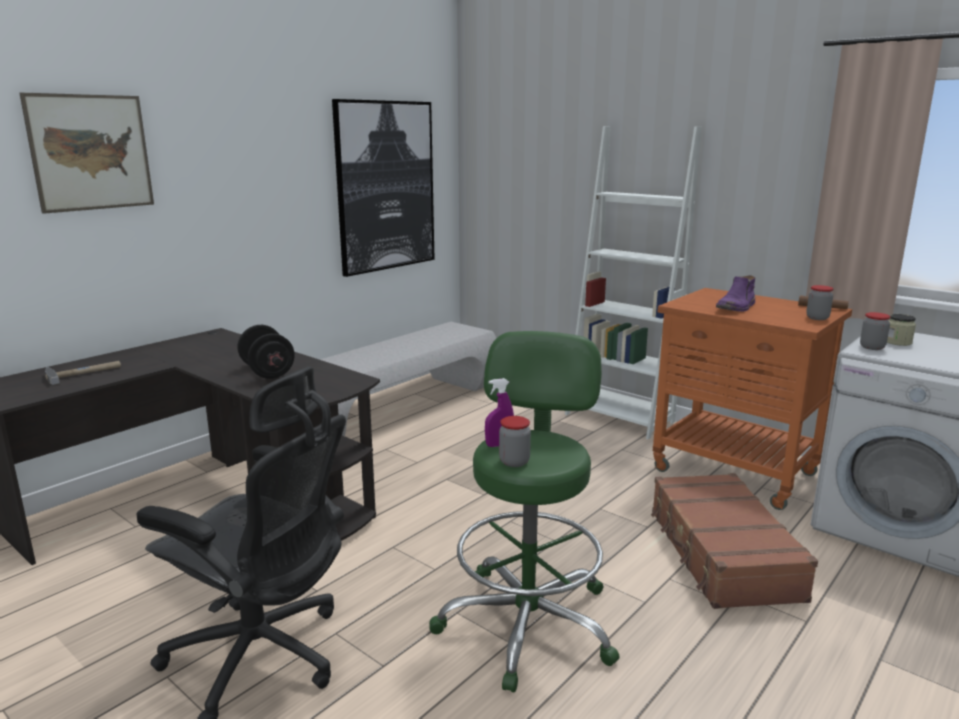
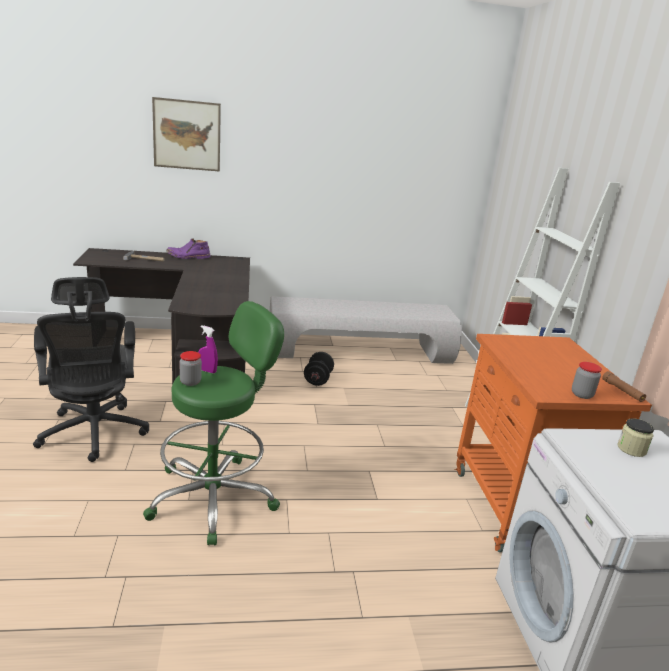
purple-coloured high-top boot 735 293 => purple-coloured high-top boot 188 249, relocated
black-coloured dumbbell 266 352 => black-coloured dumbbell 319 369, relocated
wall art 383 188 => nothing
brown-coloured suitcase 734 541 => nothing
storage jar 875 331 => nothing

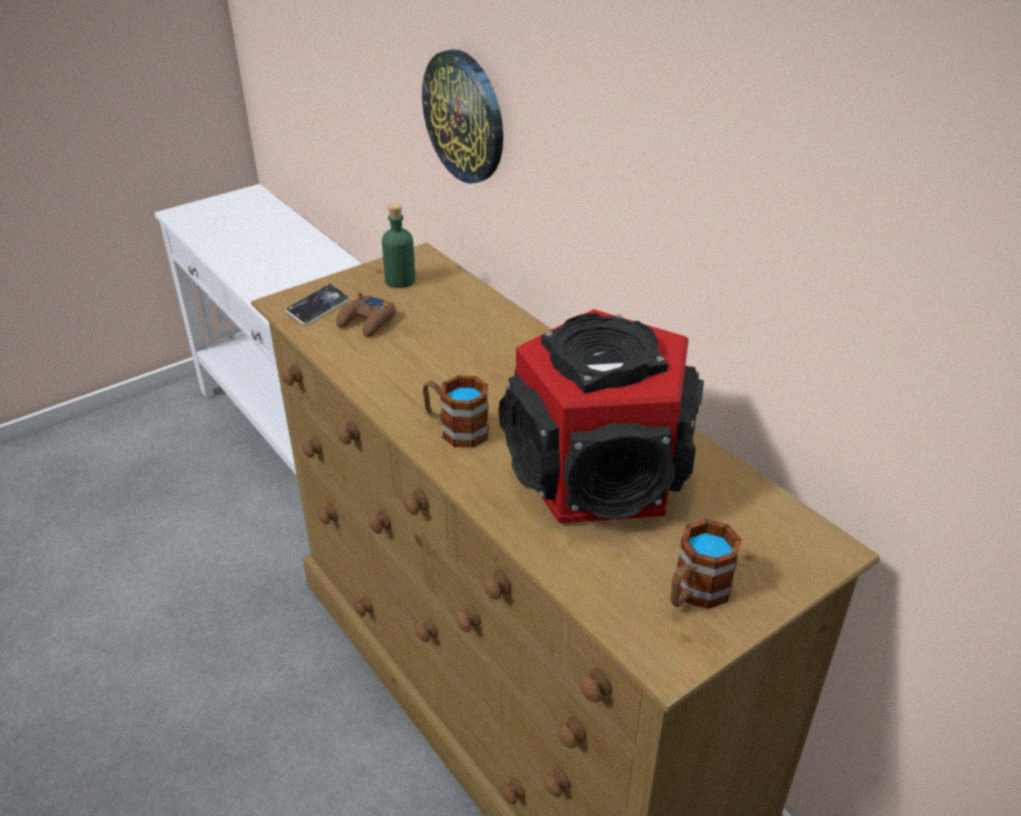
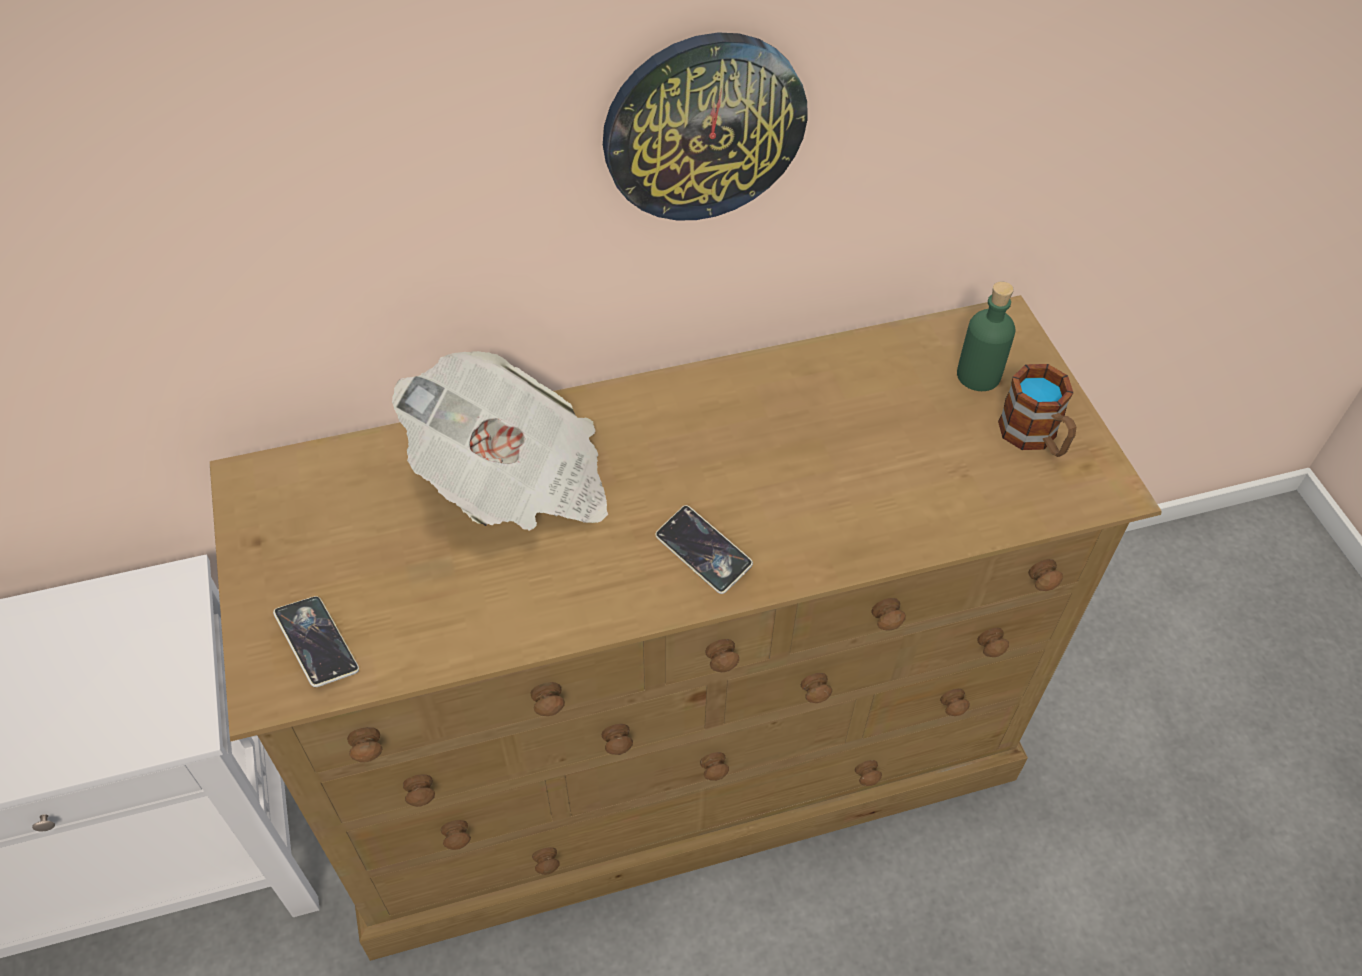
nothing => daily paper 500 441
wall clock 462 116 => wall clock 705 126, relocated
tea mug 456 411 => telephone 704 549
green beverage bottle 398 245 => green beverage bottle 986 336, relocated
brown-coloured gamepad 366 315 => nothing
speaker 601 416 => nothing

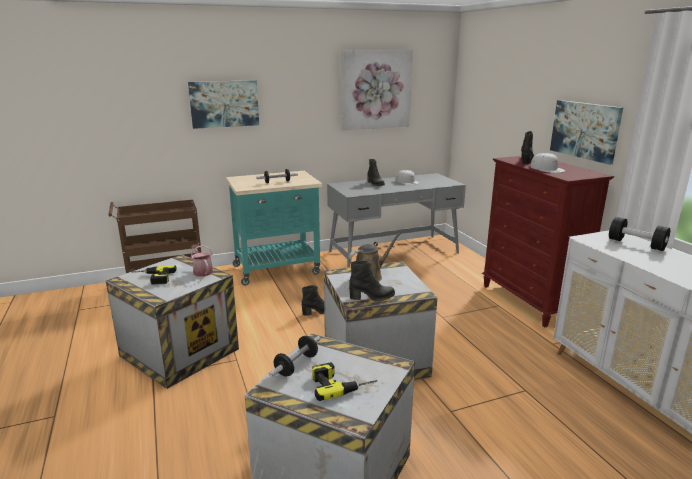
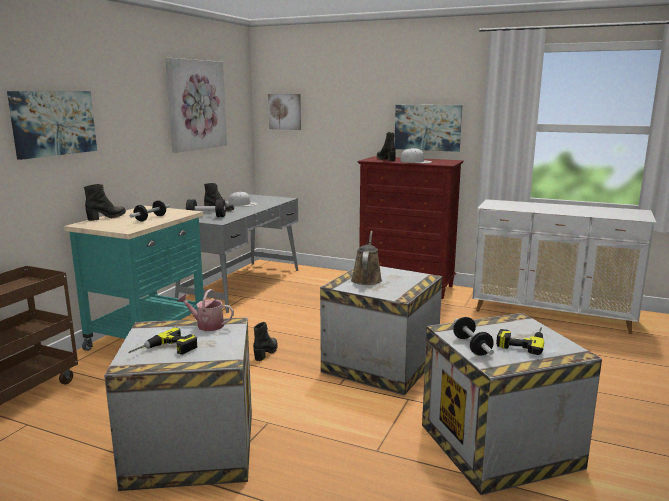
black-coloured high-top boot 372 280 => black-coloured high-top boot 105 202, relocated
black-coloured dumbbell 639 234 => black-coloured dumbbell 206 208, relocated
nothing => wall art 284 112

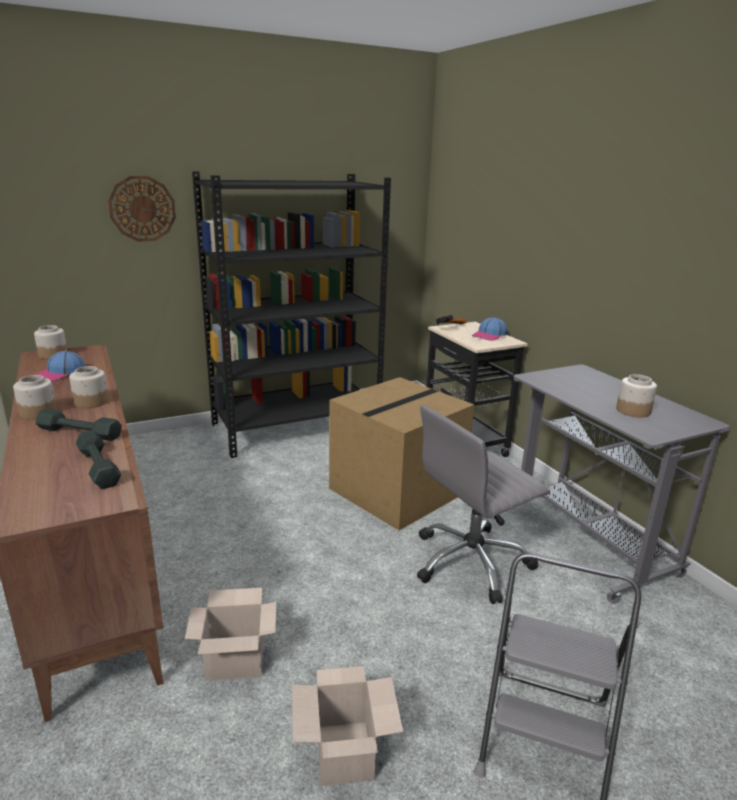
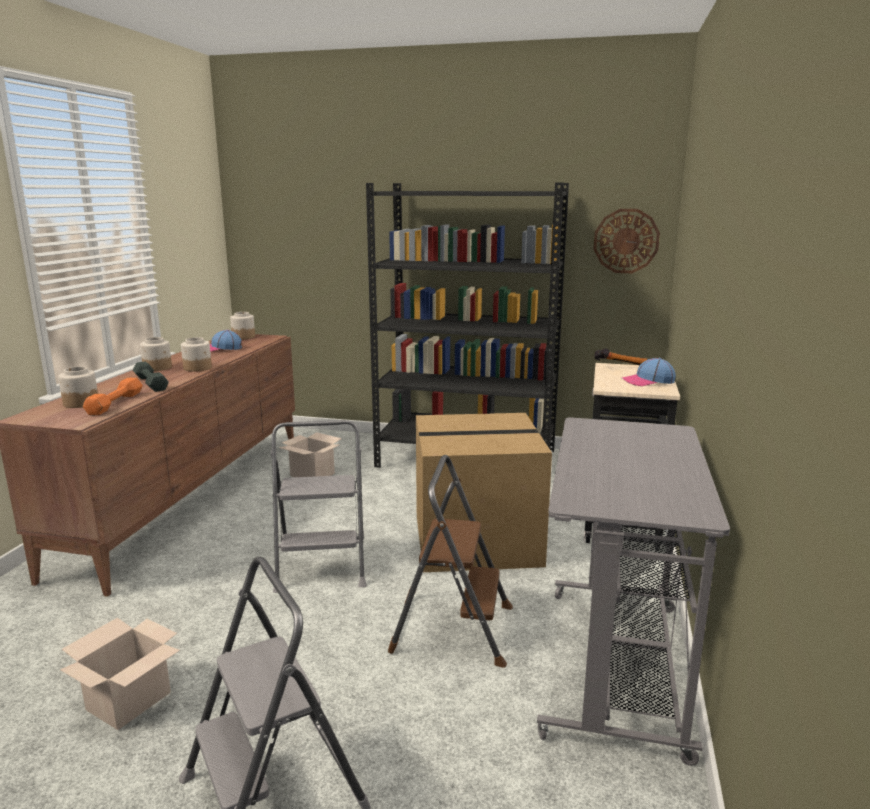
storage jar 636 395 => storage jar 78 387, relocated
grey dumbbell 98 459 => orangey dumbbell 112 396
nothing => grey stepladder 319 506
packing box 230 634 => packing box 310 454, relocated
grey desk chair 483 504 => brown-coloured stepladder 450 561
wall clock 142 208 => wall clock 627 241, relocated

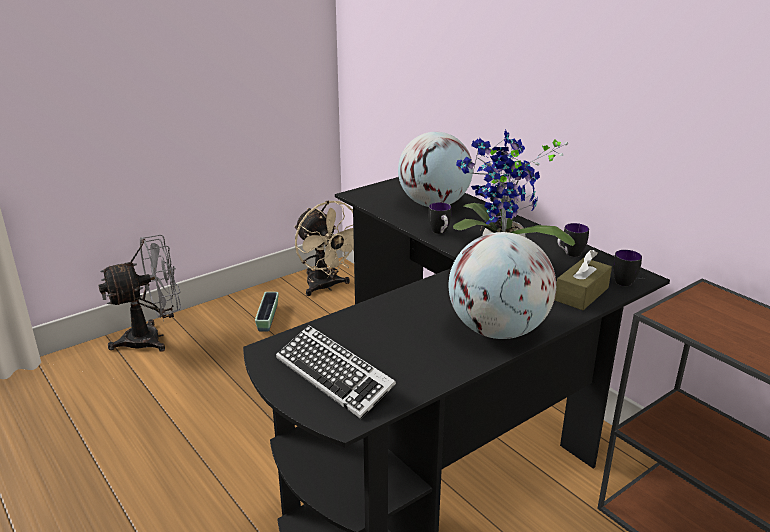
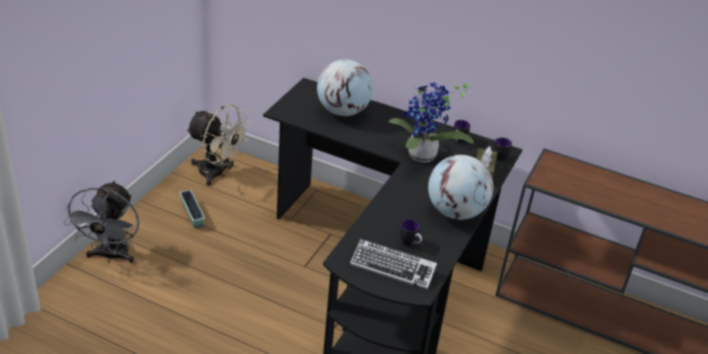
grey electric fan 139 293 => grey electric fan 101 222, 150 degrees clockwise
tea mug 439 218 => tea mug 411 232, relocated

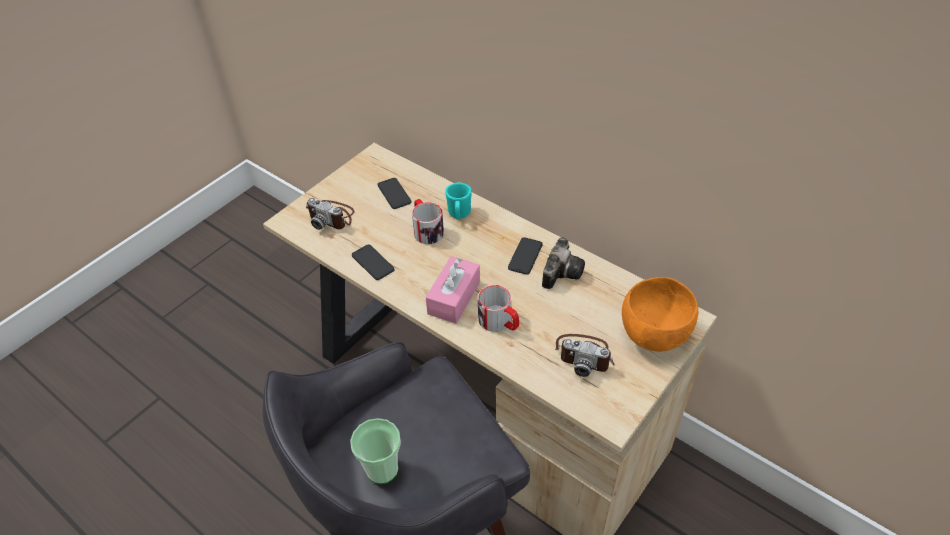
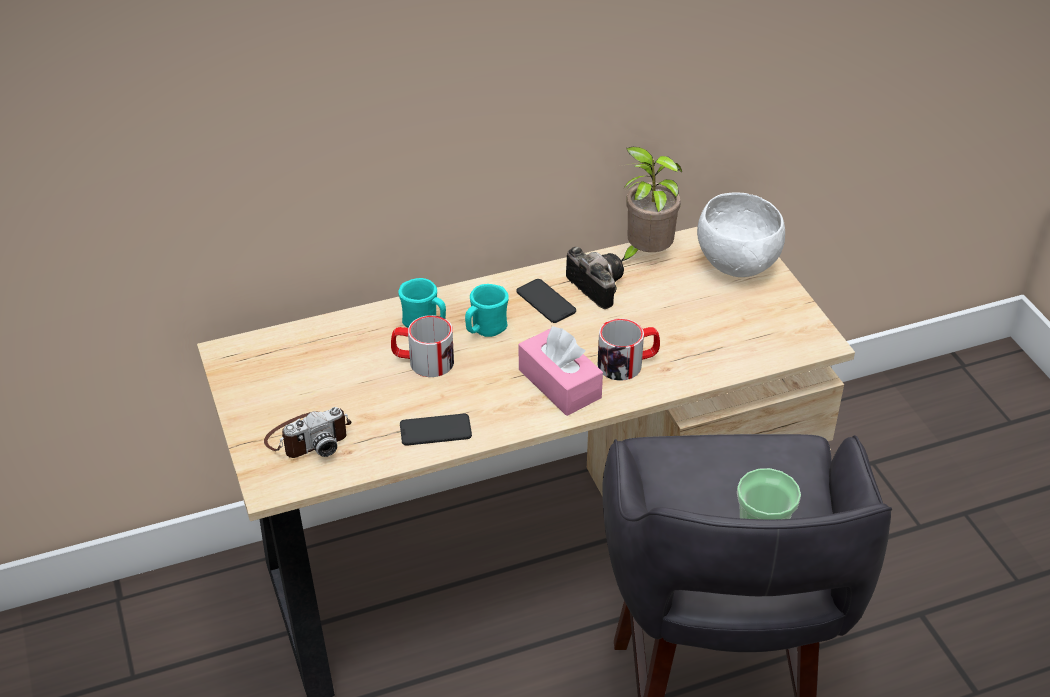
nothing => turquoise-coloured tea mug 487 310
nothing => houseplant 651 204
orangey deep dish 660 314 => white-coloured deep dish 741 235
telephone 394 193 => nothing
photo camera 585 355 => nothing

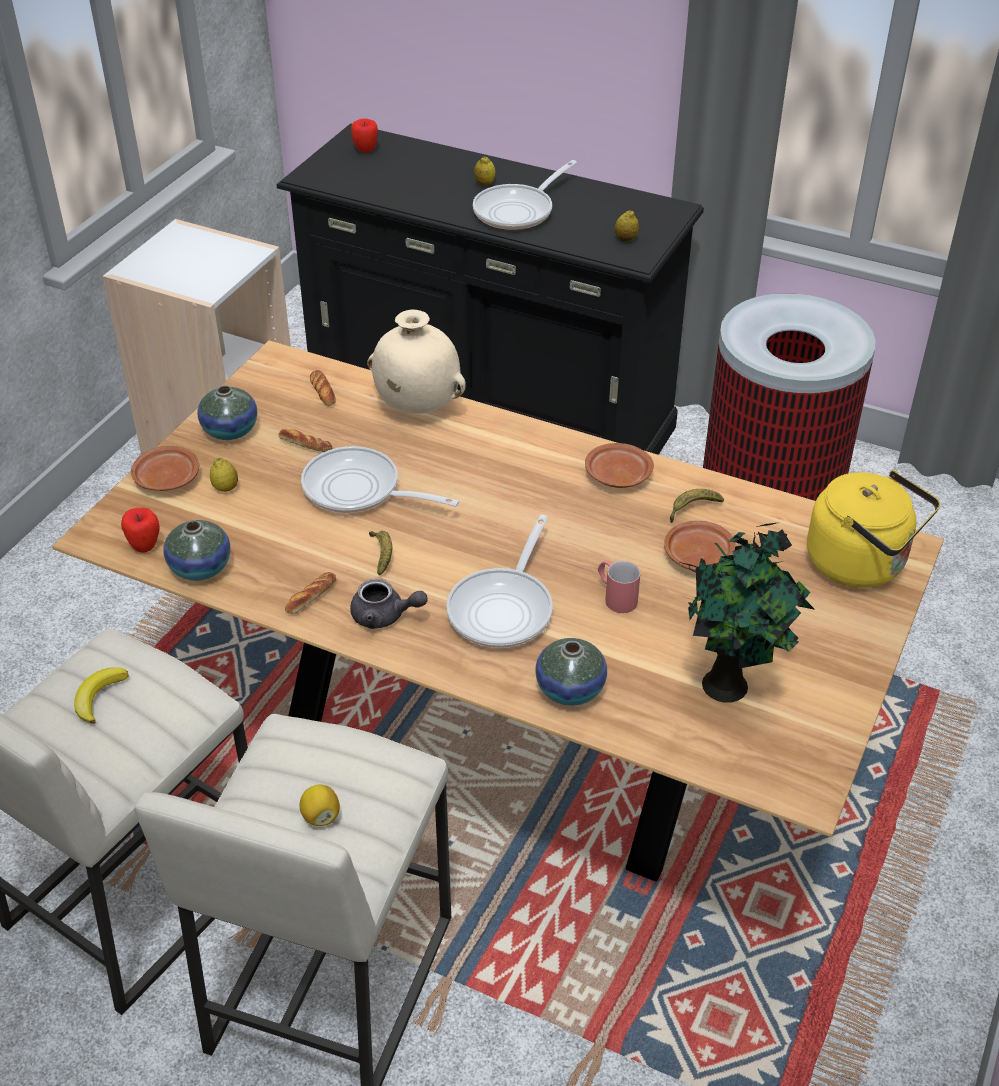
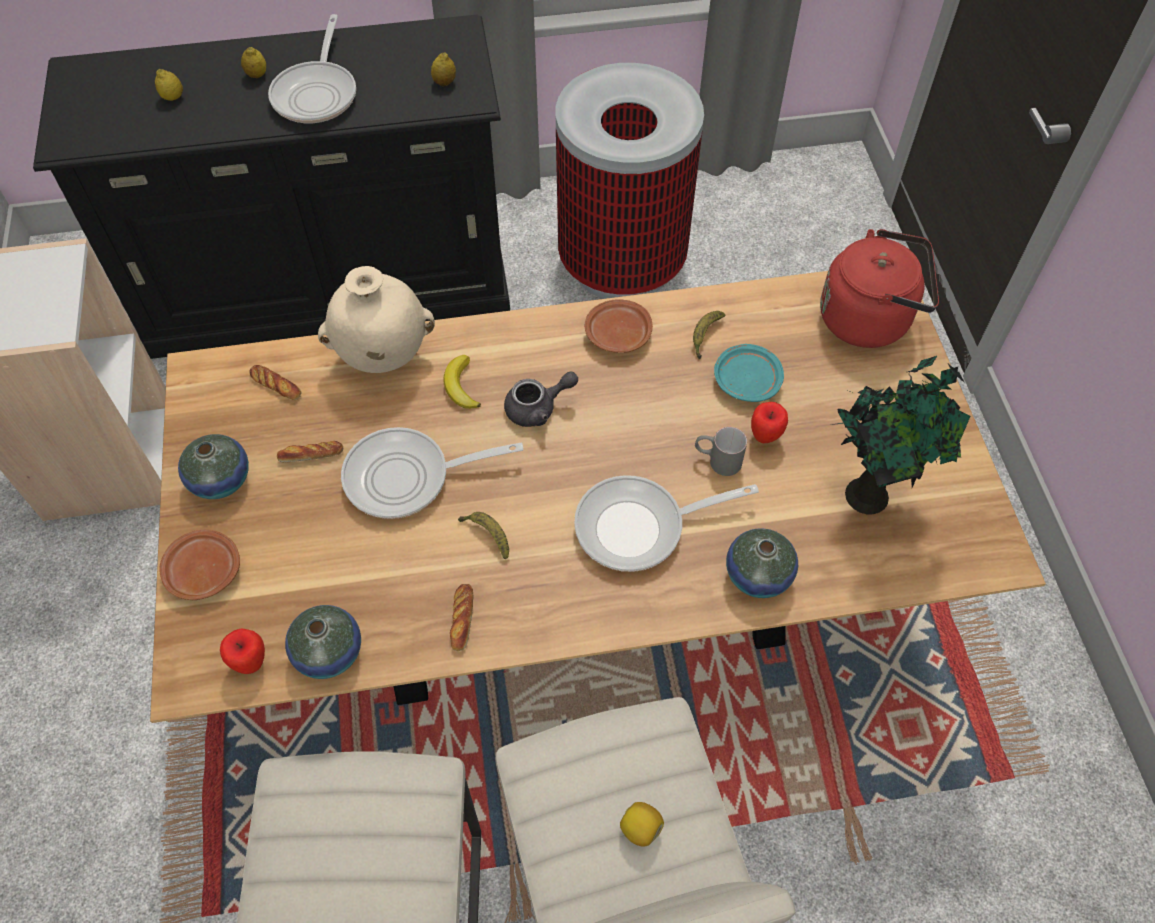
whole lemon 224 474 => whole lemon 169 85, relocated
banana fruit 101 695 => banana fruit 462 382, relocated
grey tea pot 389 604 => grey tea pot 541 399, relocated
pan 499 581 => pan 666 523, 90 degrees clockwise
red-coloured tea mug 619 587 => grey tea mug 721 451
brown-coloured flat dish 700 545 => turquoise-coloured flat dish 749 373
whole apple 364 135 => whole apple 769 422, relocated
yellowish tea kettle 873 529 => red-coloured tea kettle 879 288

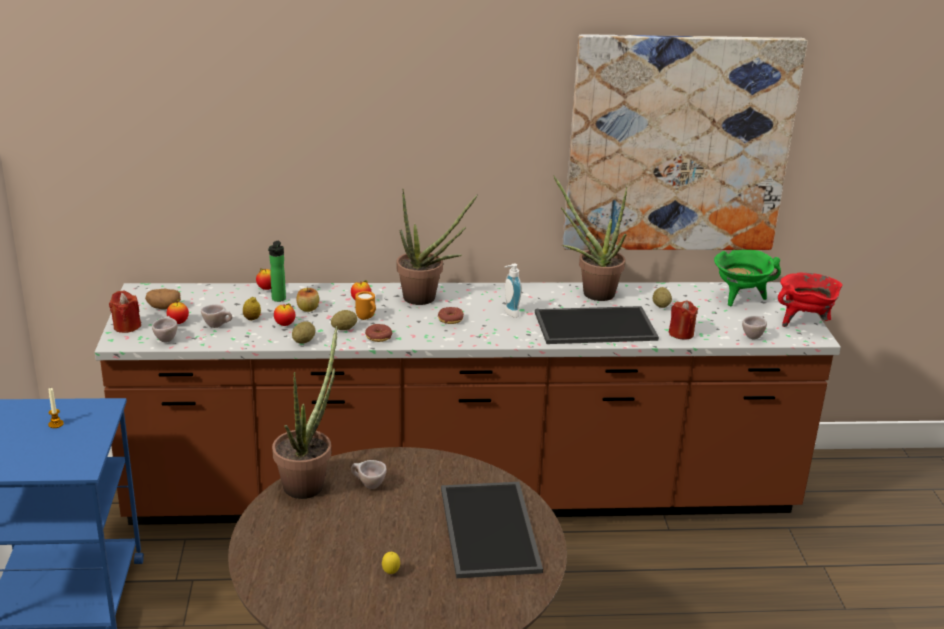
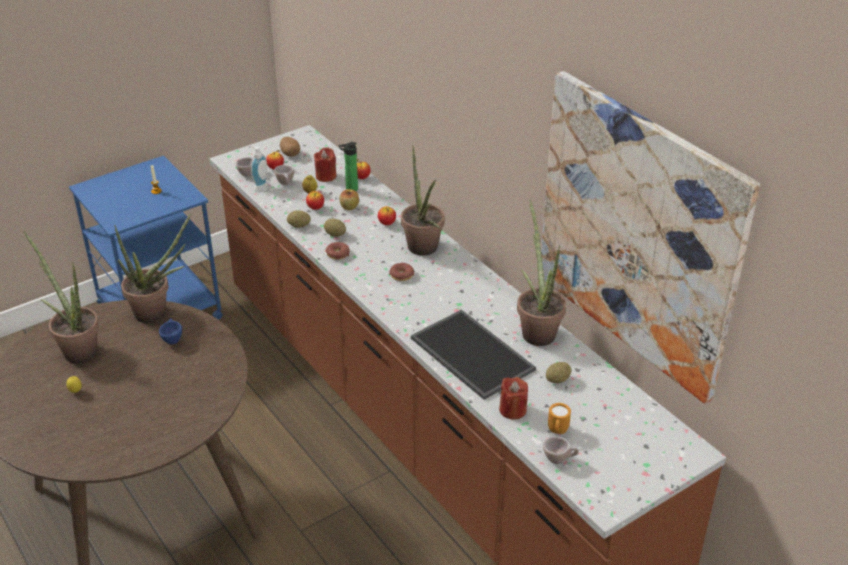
nothing => houseplant 61 297
beige small cup 369 474 => blue-coloured small cup 170 331
soap dispenser 513 291 => soap dispenser 258 168, relocated
red-coloured wax candle 125 312 => red-coloured wax candle 325 164, relocated
orangey tea mug 365 305 => orangey tea mug 559 418, relocated
tray 492 530 => nothing
green saucepot 747 278 => nothing
red-coloured saucepot 810 299 => nothing

